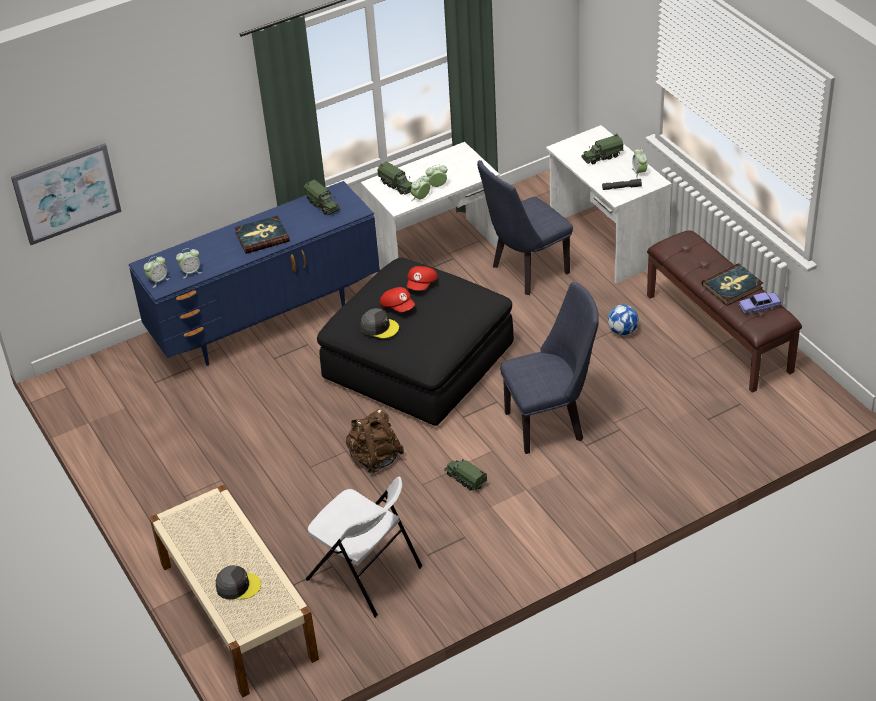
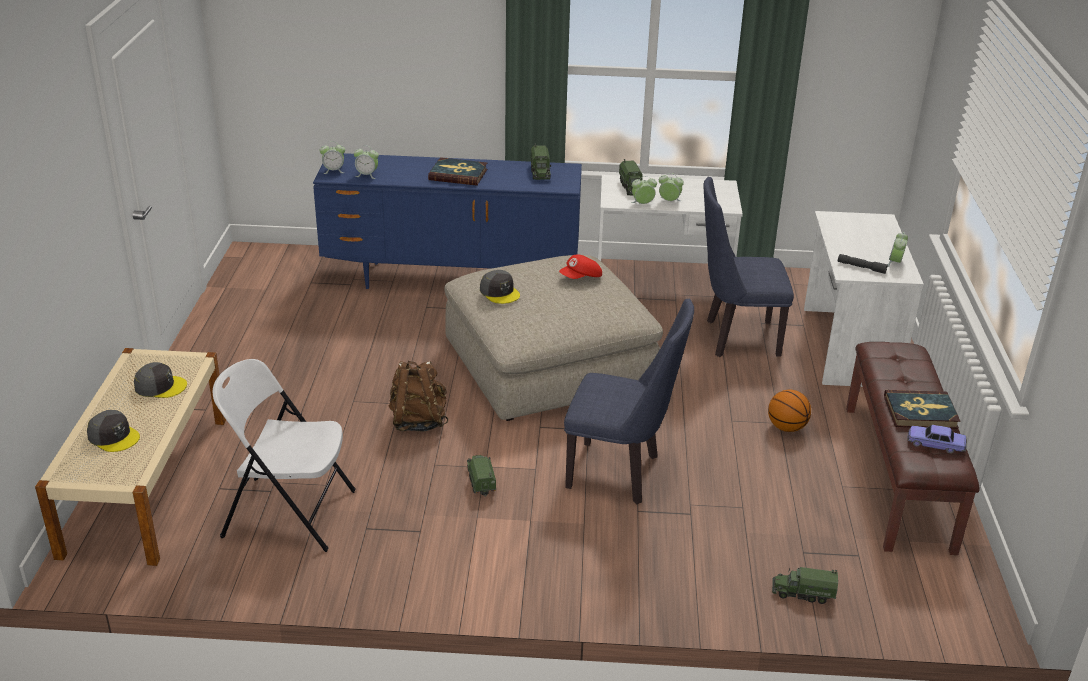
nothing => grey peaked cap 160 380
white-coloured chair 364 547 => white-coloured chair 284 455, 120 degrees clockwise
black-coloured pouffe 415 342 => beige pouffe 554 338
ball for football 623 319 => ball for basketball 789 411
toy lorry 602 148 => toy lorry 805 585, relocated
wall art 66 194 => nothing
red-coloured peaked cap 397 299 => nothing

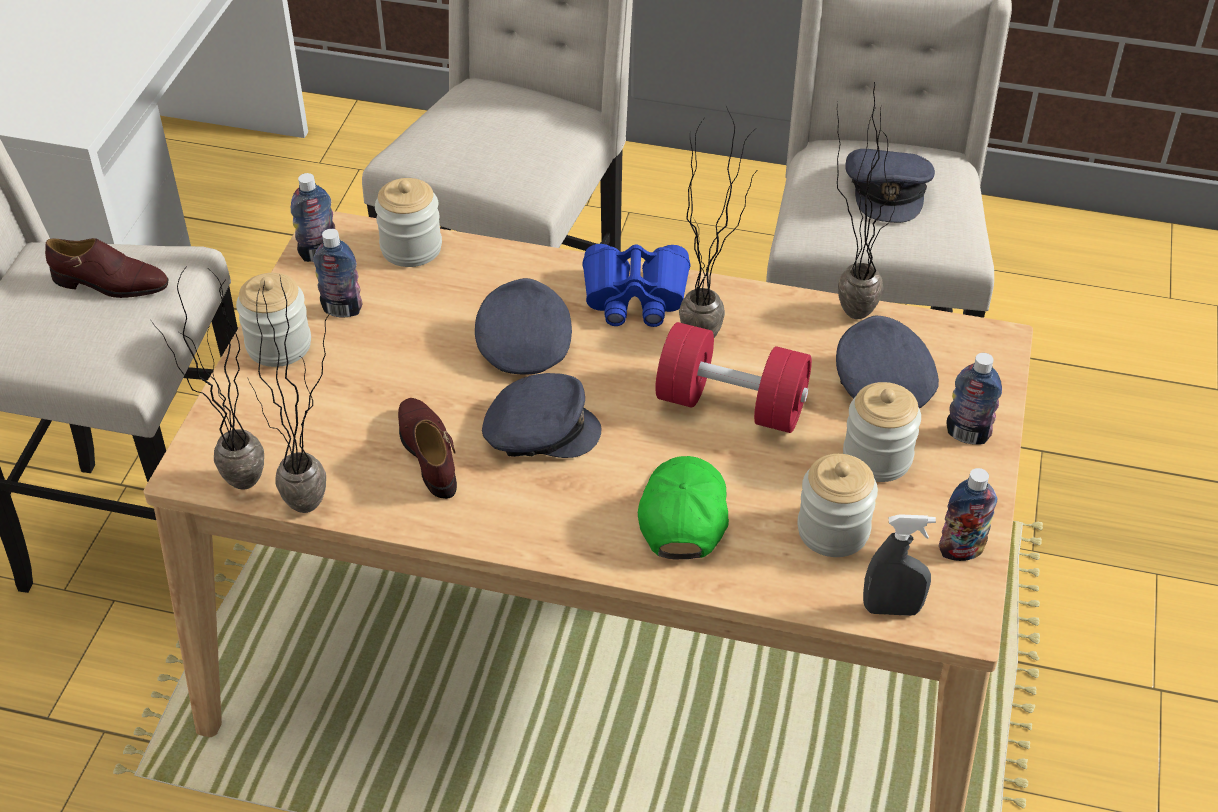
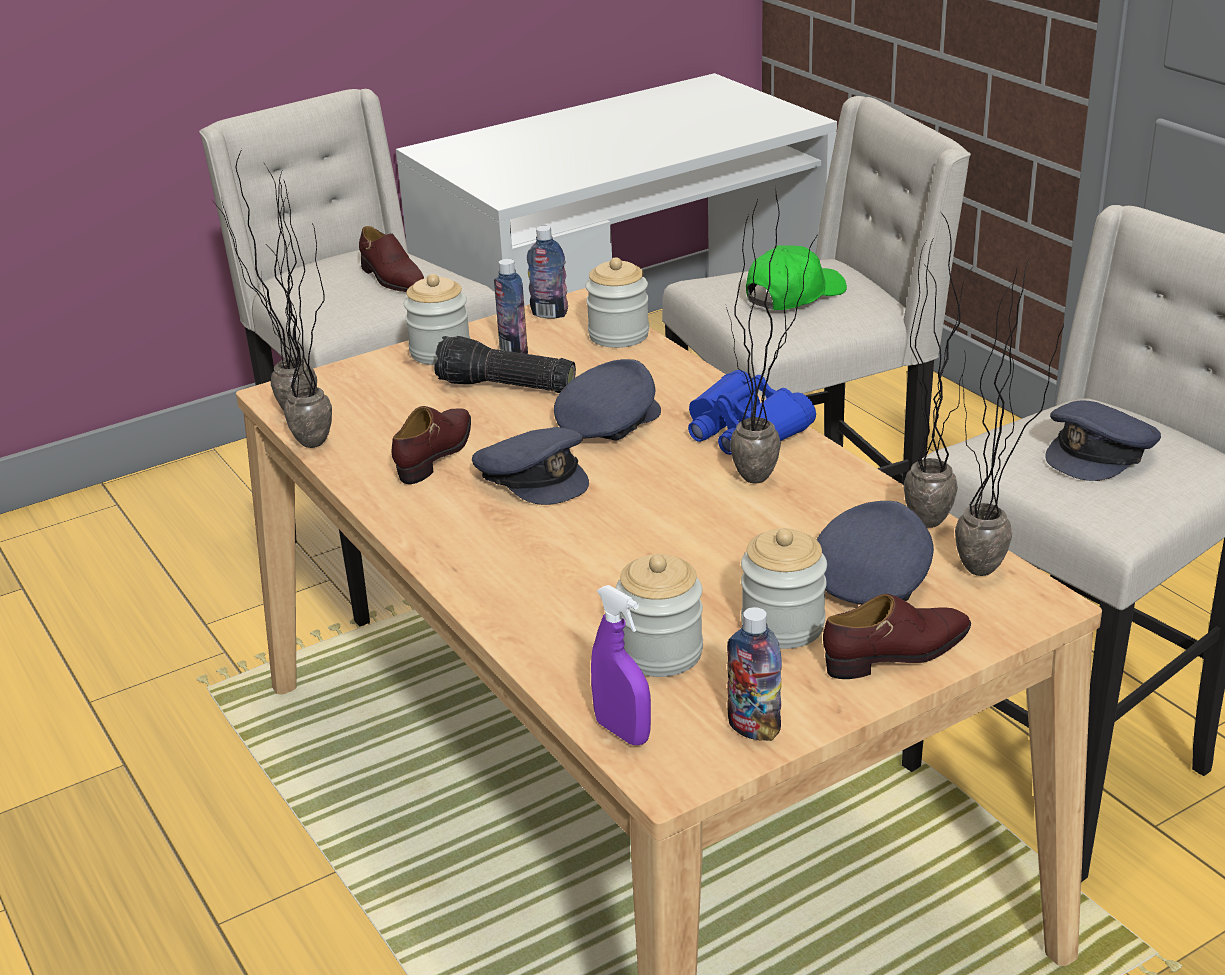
nothing => torch 505 364
grey spray bottle 899 565 => purple-coloured spray bottle 621 665
green peaked cap 683 508 => green peaked cap 796 277, relocated
beverage bottle 974 398 => brown-coloured shoe 897 636
nothing => houseplant 1009 419
red-coloured dumbbell 733 377 => nothing

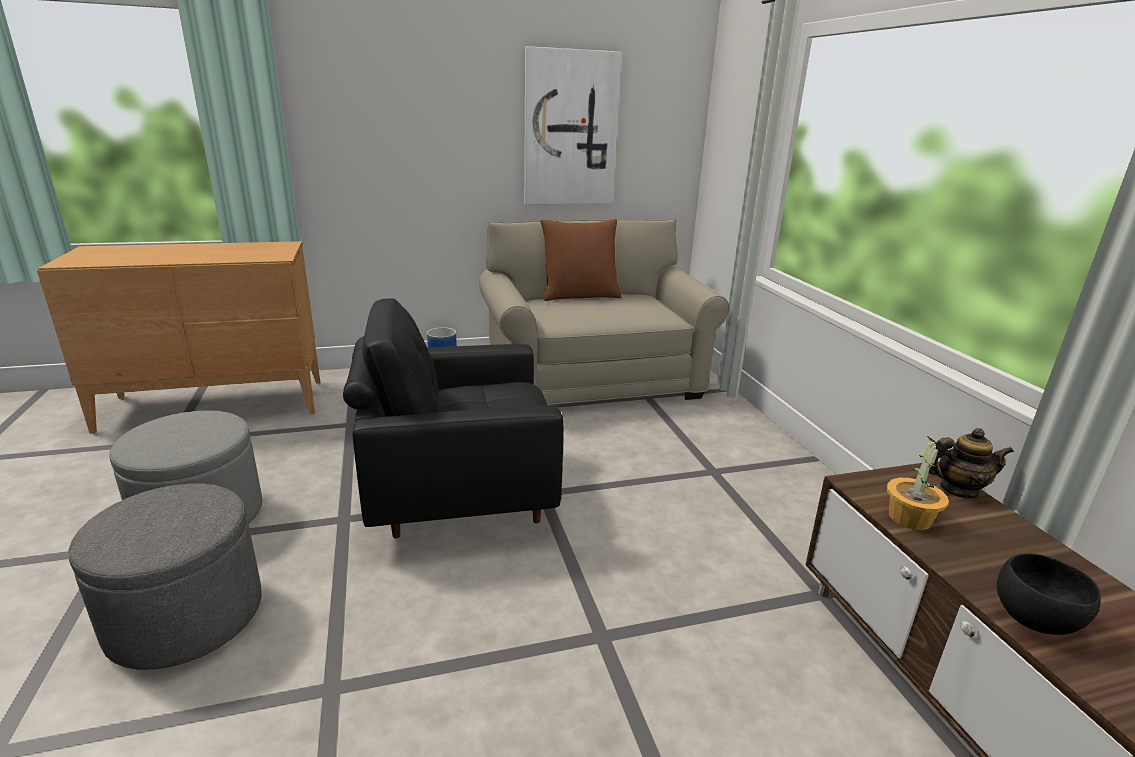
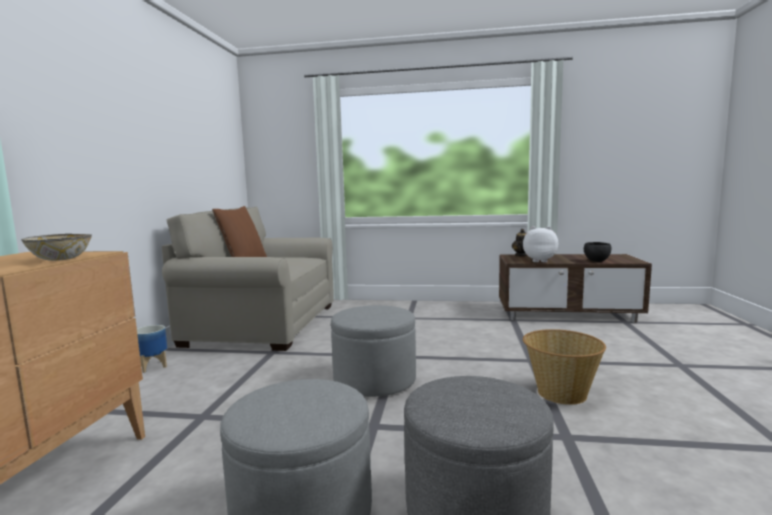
nothing => deep dish 56 247
black-coloured lounge chair 453 418 => grey pouffe 373 351
houseplant 918 482 => cuddly toy 540 244
nothing => basket 564 367
wall art 573 125 => nothing

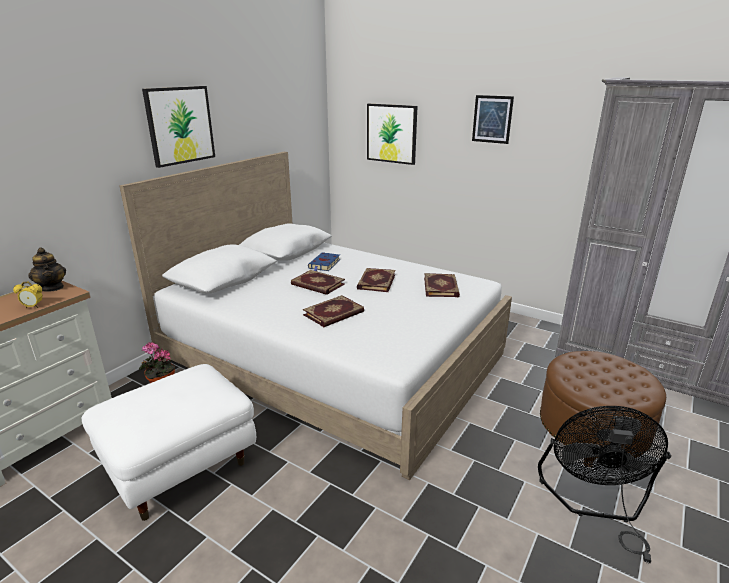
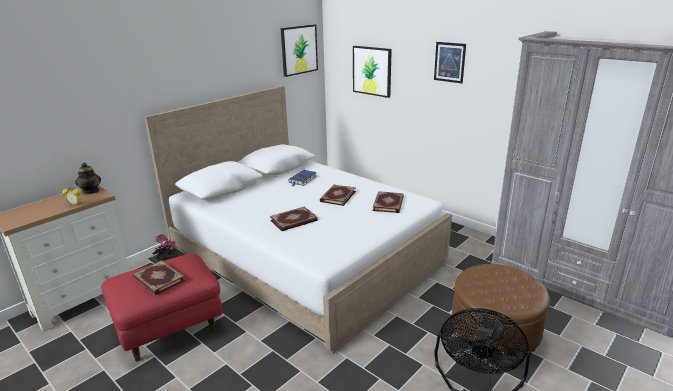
white-coloured pouffe 169 442 => red-coloured pouffe 161 307
book 318 282 => book 159 277, relocated
wall art 178 127 => wall art 299 50, relocated

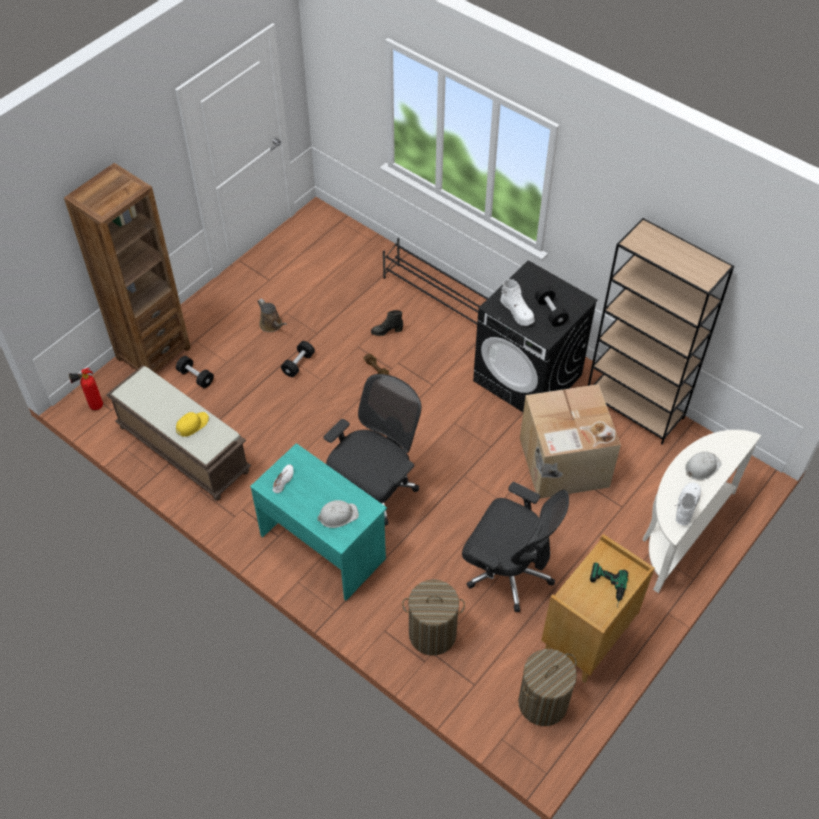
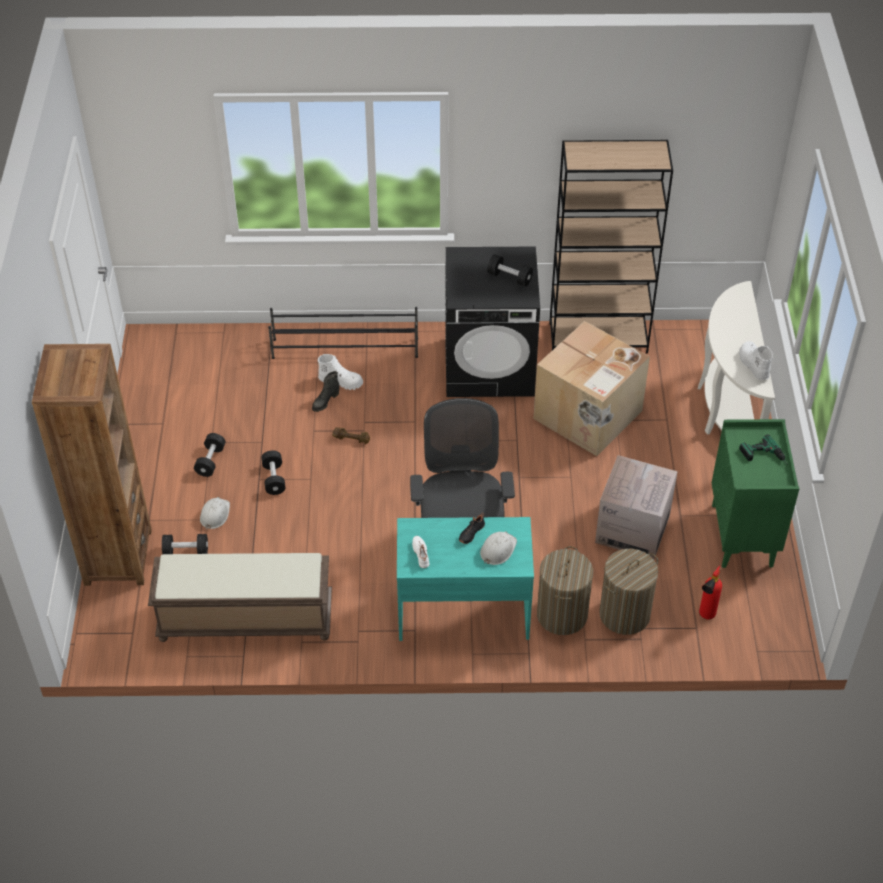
brown-coloured watering can 272 315 => black-coloured dumbbell 209 455
white-coloured safety helmet 703 466 => white-coloured safety helmet 215 513, relocated
white-coloured high-top boot 517 302 => white-coloured high-top boot 340 372, relocated
nothing => black-coloured shoe 472 528
washing basket 547 687 => washing basket 565 590, relocated
desk chair 515 547 => packing box 636 507
fire-fighting cylinder 86 389 => fire-fighting cylinder 710 592, relocated
brown-coloured storage cabinet 598 608 => green storage cabinet 755 493
yellowish peaked cap 192 424 => nothing

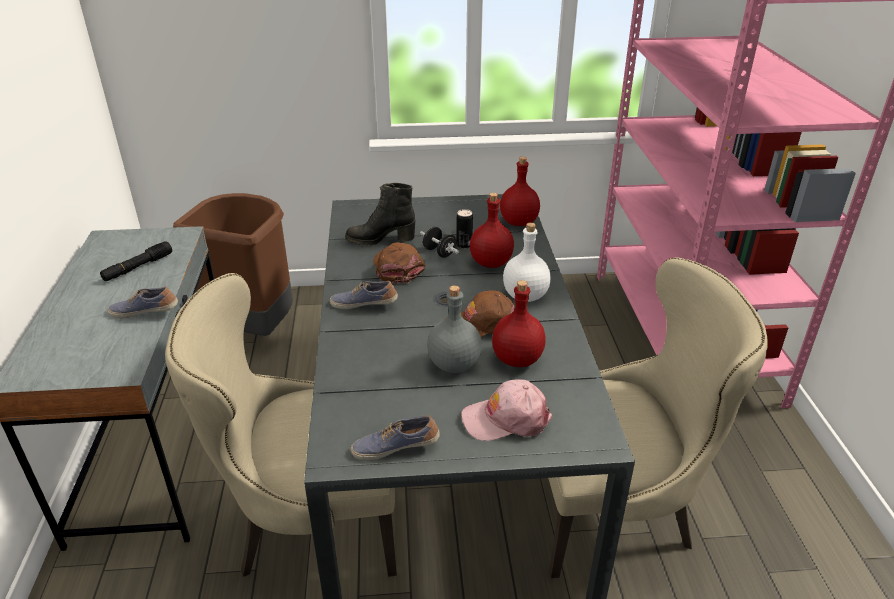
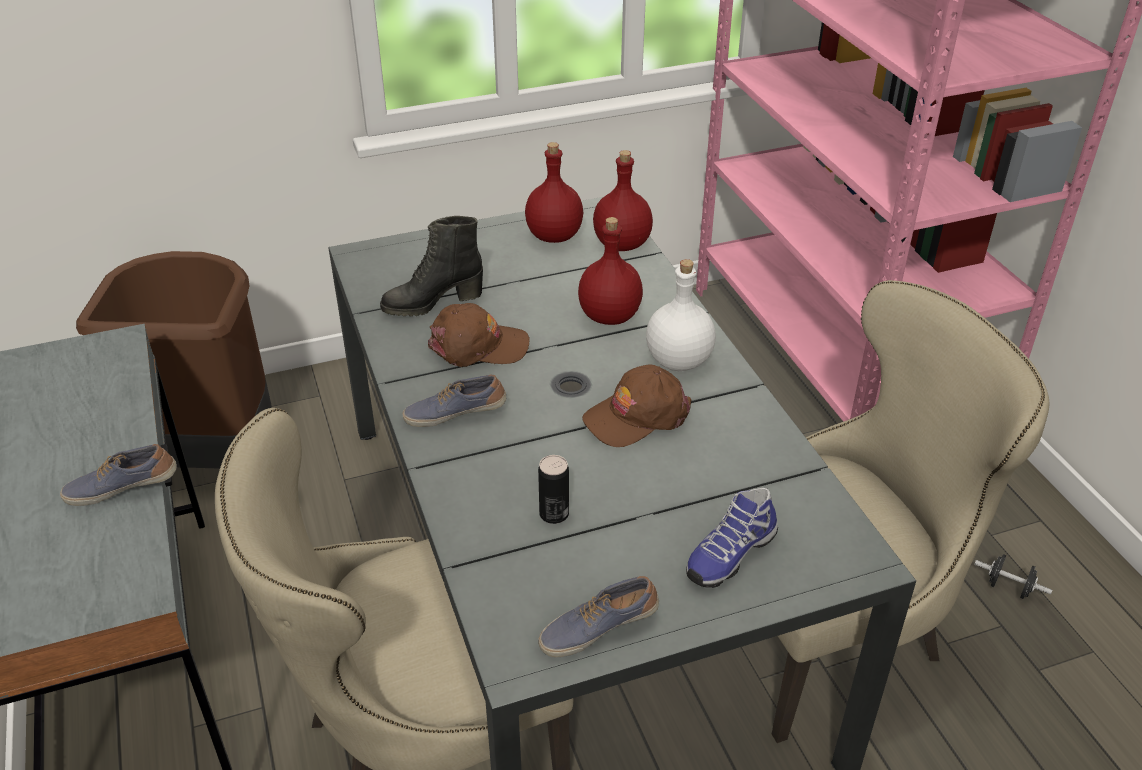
brown-coloured peaked cap 399 262 => brown-coloured peaked cap 479 335, 120 degrees clockwise
red-coloured beverage bottle 519 323 => red-coloured beverage bottle 554 192, relocated
sealed can 465 229 => sealed can 553 489, relocated
pink peaked cap 506 410 => shoe 732 538
black-coloured dumbbell 439 242 => black-coloured dumbbell 1013 576, relocated
black-coloured torch 136 261 => nothing
grey beverage bottle 454 329 => nothing

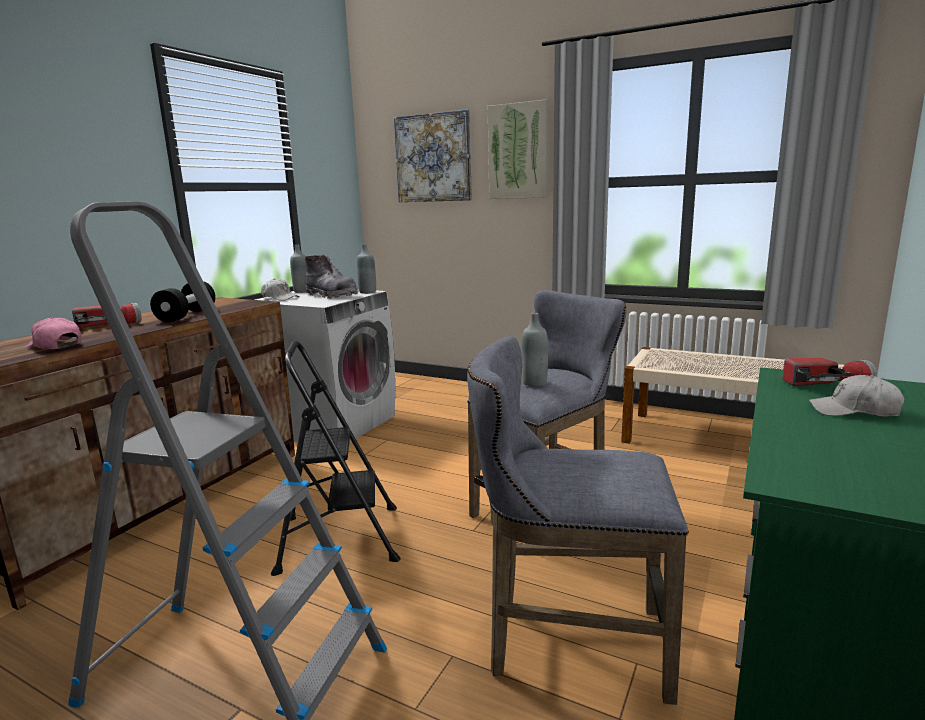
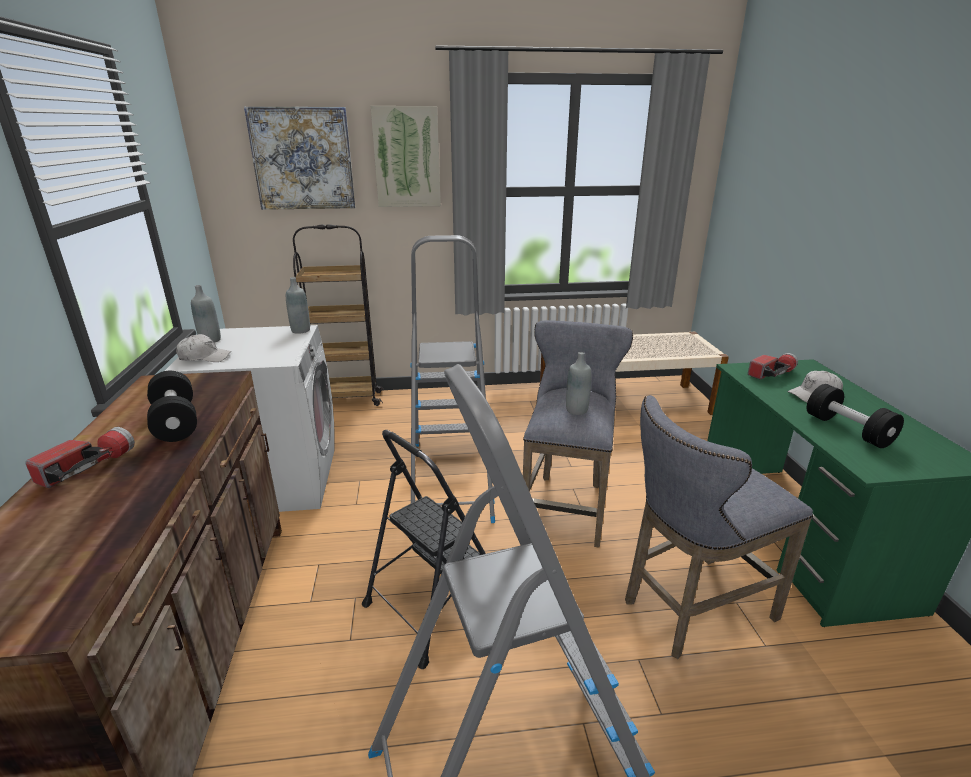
nothing => brown-coloured wheeled cart 338 315
nothing => grey stepladder 452 379
nothing => black-coloured dumbbell 855 416
pink peaked cap 54 333 => nothing
grey high-top boot 331 277 => nothing

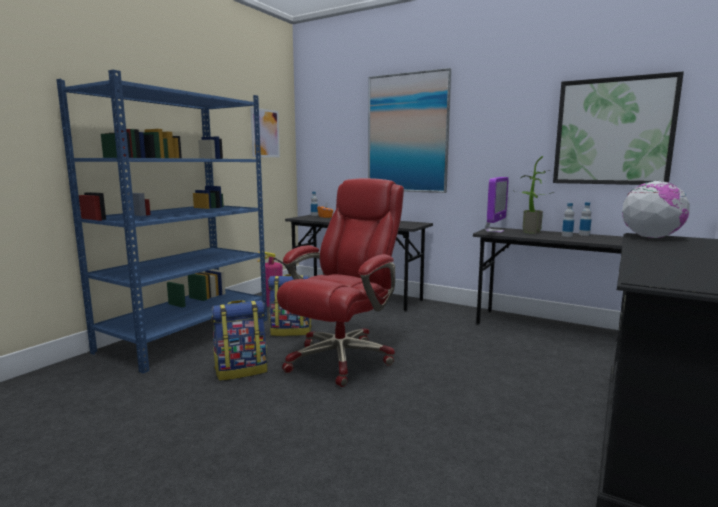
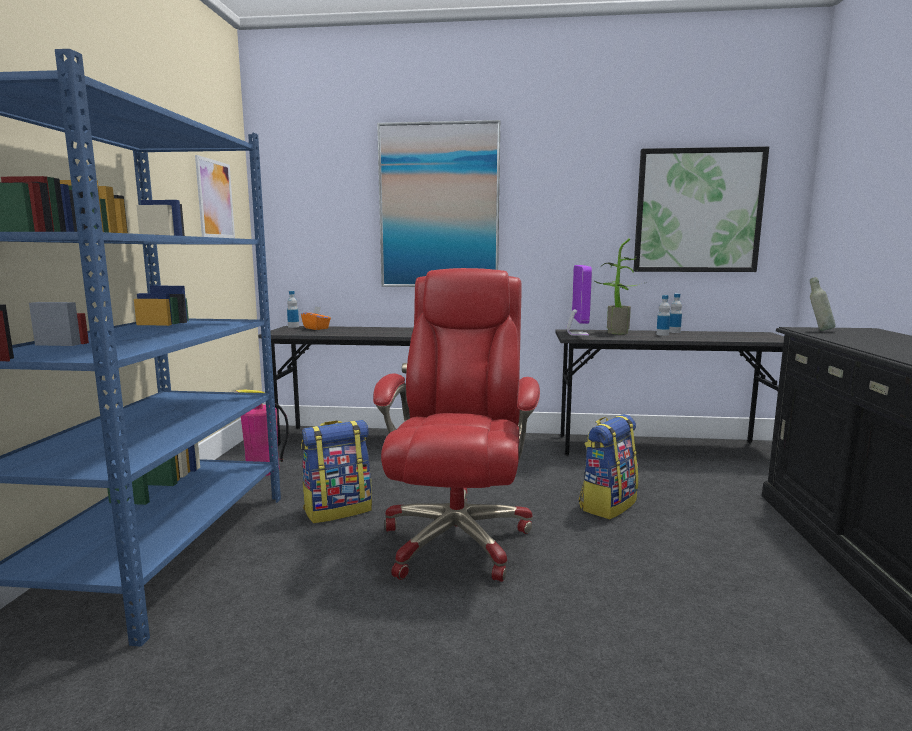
knapsack 239 340 => knapsack 608 466, relocated
desk globe 656 209 => grey beverage bottle 822 304

